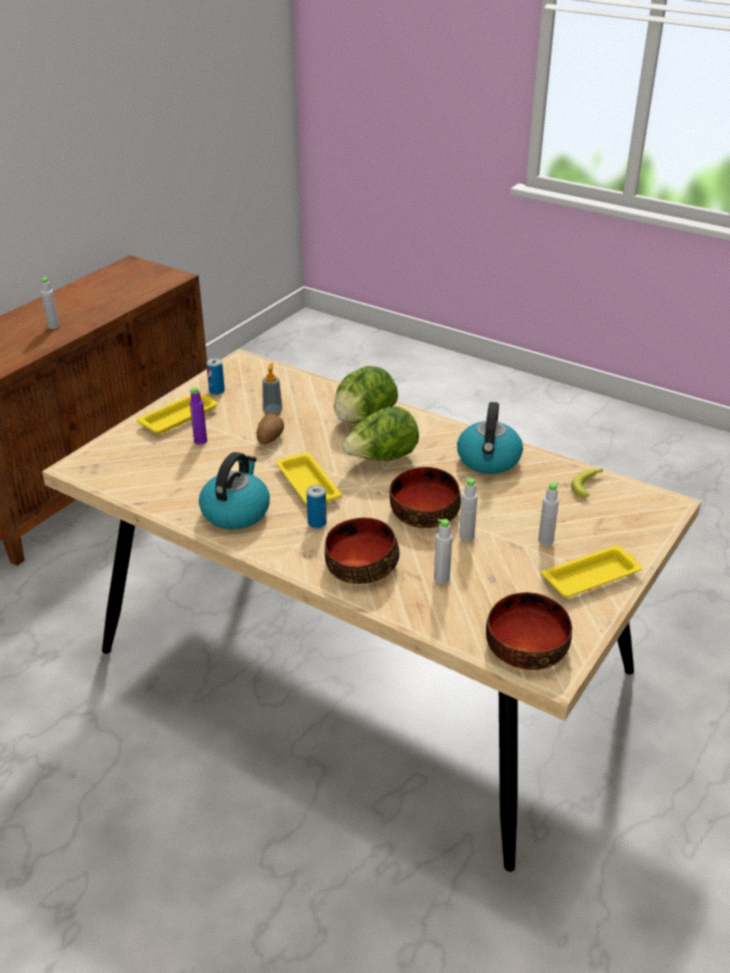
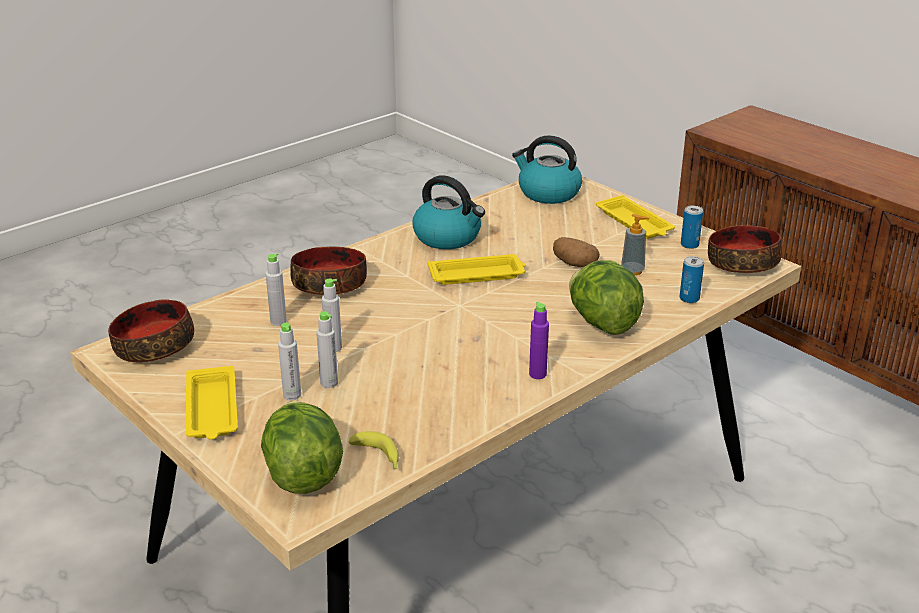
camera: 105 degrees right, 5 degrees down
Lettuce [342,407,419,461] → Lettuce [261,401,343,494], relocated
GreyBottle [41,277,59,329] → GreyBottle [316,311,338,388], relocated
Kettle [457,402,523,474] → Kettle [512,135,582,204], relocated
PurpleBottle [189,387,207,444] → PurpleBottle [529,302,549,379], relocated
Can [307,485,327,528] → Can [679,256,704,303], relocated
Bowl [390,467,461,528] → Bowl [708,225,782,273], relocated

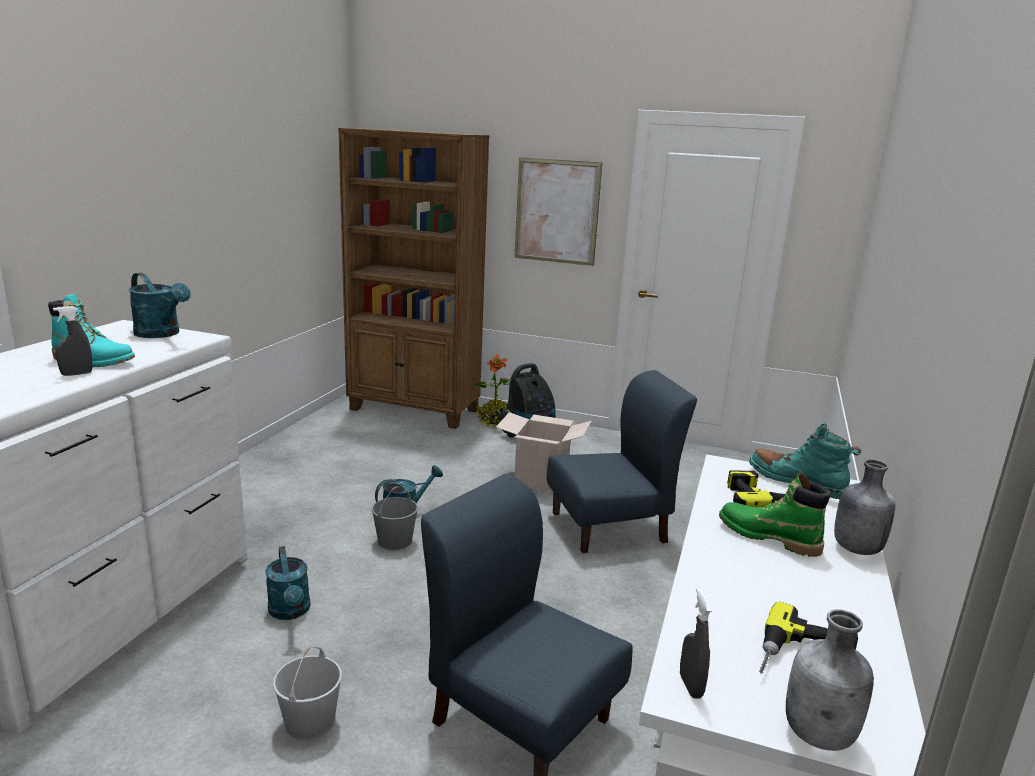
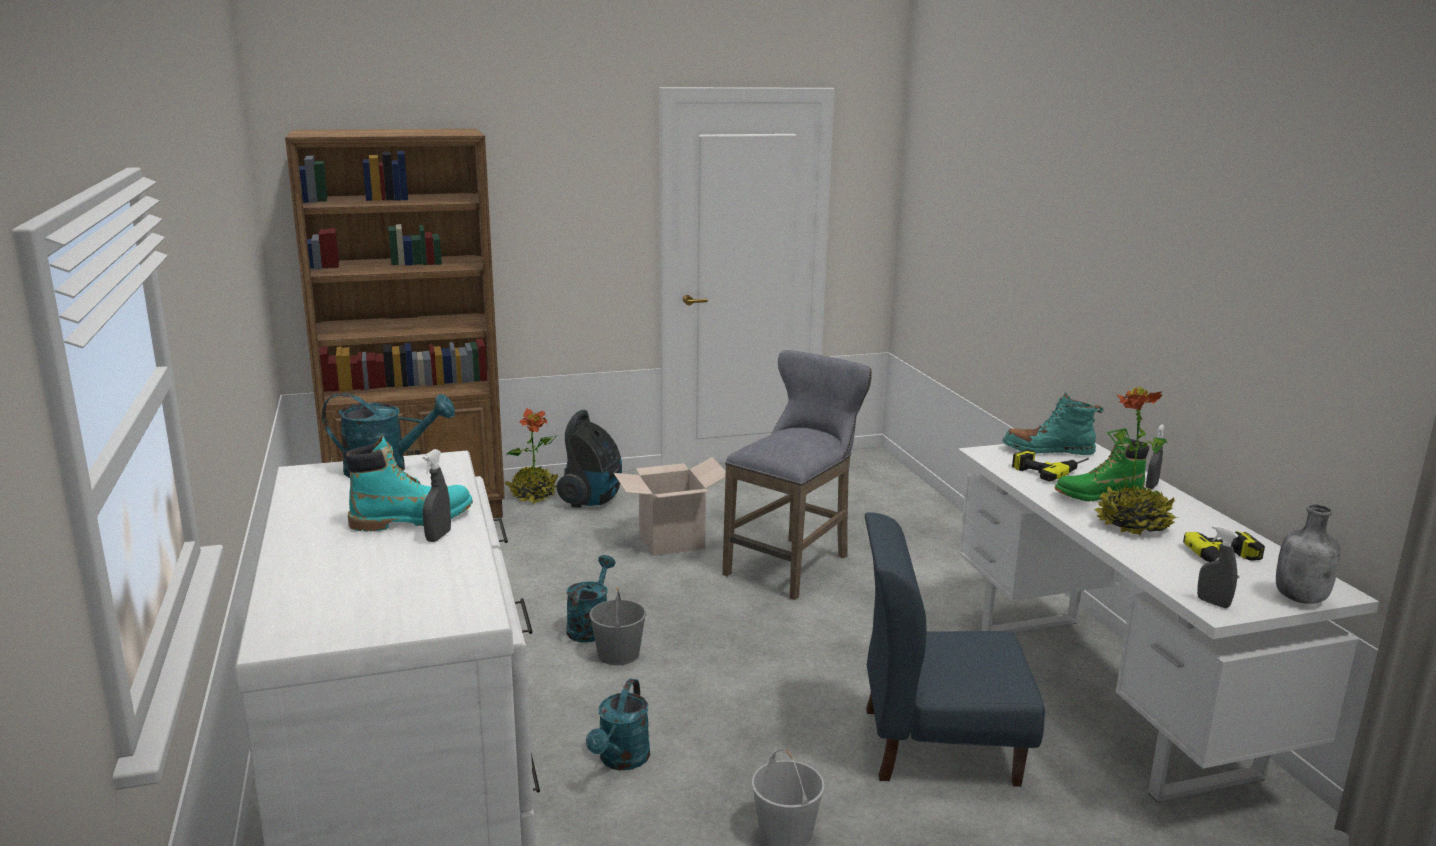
camera: 35 degrees left, 0 degrees up
TurquoiseWateringCan [265,546,311,620] → TurquoiseWateringCan [586,678,650,770], 75 degrees clockwise
BlueChair [547,370,697,553] → GreyStool [722,350,872,600]
- → PottedPlant [1094,386,1178,536]
GreyBottle [834,459,895,555] → GreySprayBottle [1146,425,1165,489]
Picture [514,157,602,266] → -

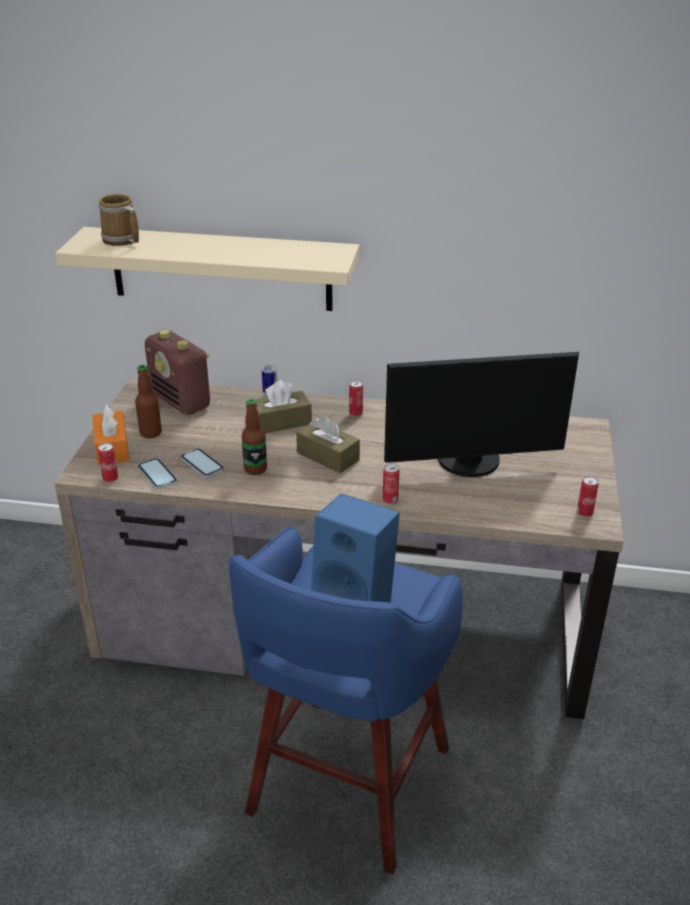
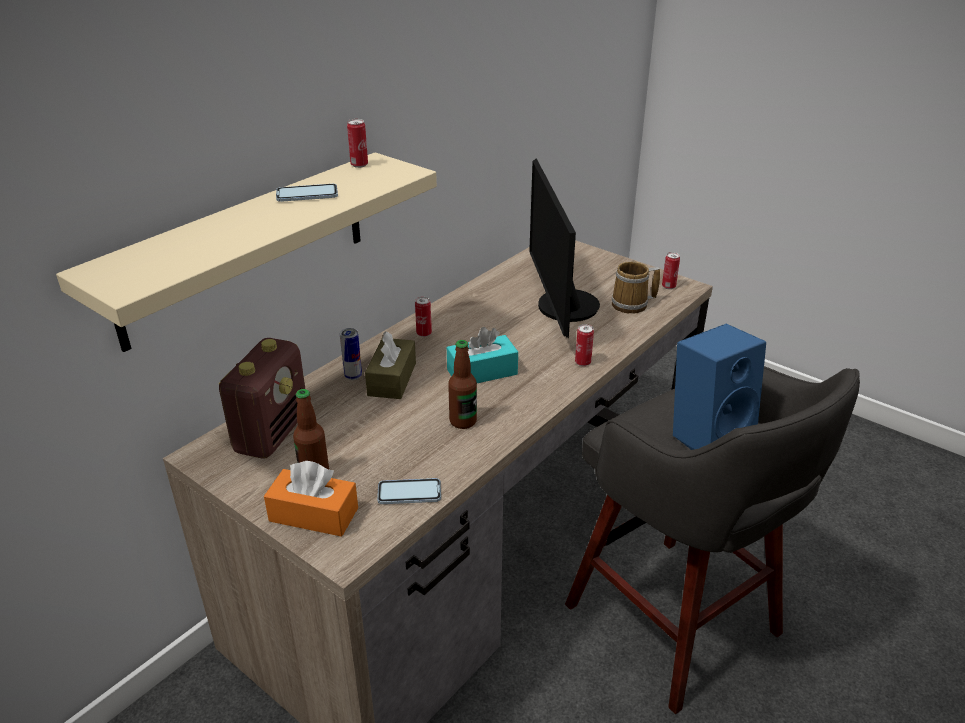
camera: 60 degrees left, 0 degrees up
Radio [145,330,210,415] → Radio [219,338,305,459], 60 degrees counterclockwise
Phone [180,448,224,478] → Phone [276,184,338,202], relocated
Can [98,443,118,483] → Can [347,119,368,168], relocated
BrownTissueBox [296,415,360,473] → TurquoiseTissueBox [447,327,518,383]
Monitor [384,352,579,477] → Monitor [529,158,600,338], 150 degrees clockwise
BlueStool [229,527,463,874] → GreyStool [565,366,860,714]
Mug [99,194,139,246] → Mug [612,261,660,314], relocated

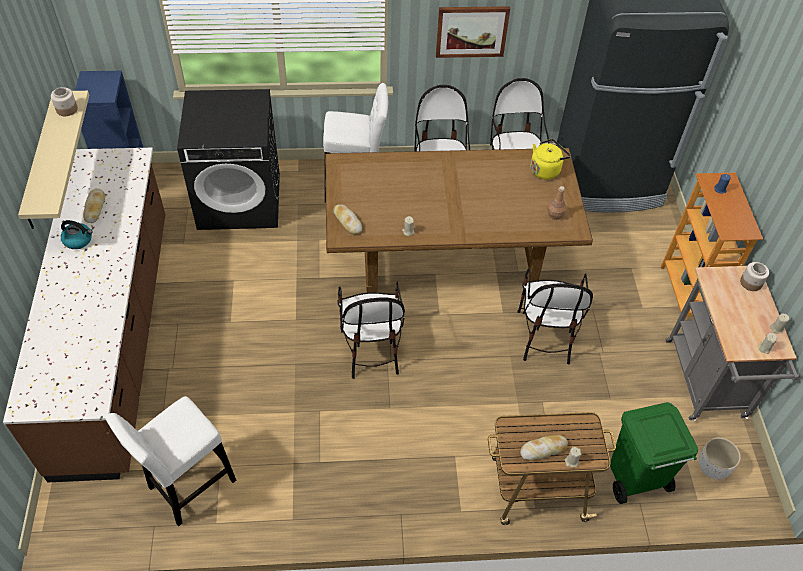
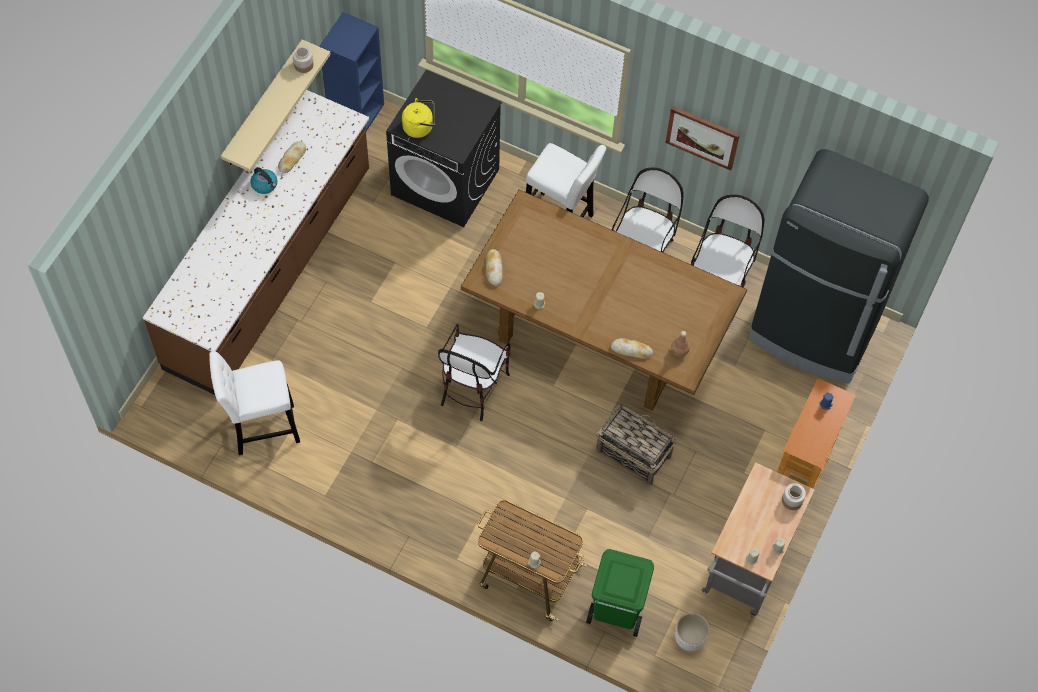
camera: 30 degrees right, 10 degrees up
YellowKettle [530,139,571,180] → YellowKettle [402,98,435,138], relocated
Chair [517,269,593,364] → Basket [596,403,677,485]
Bread [520,435,568,460] → Bread [611,338,653,359], relocated

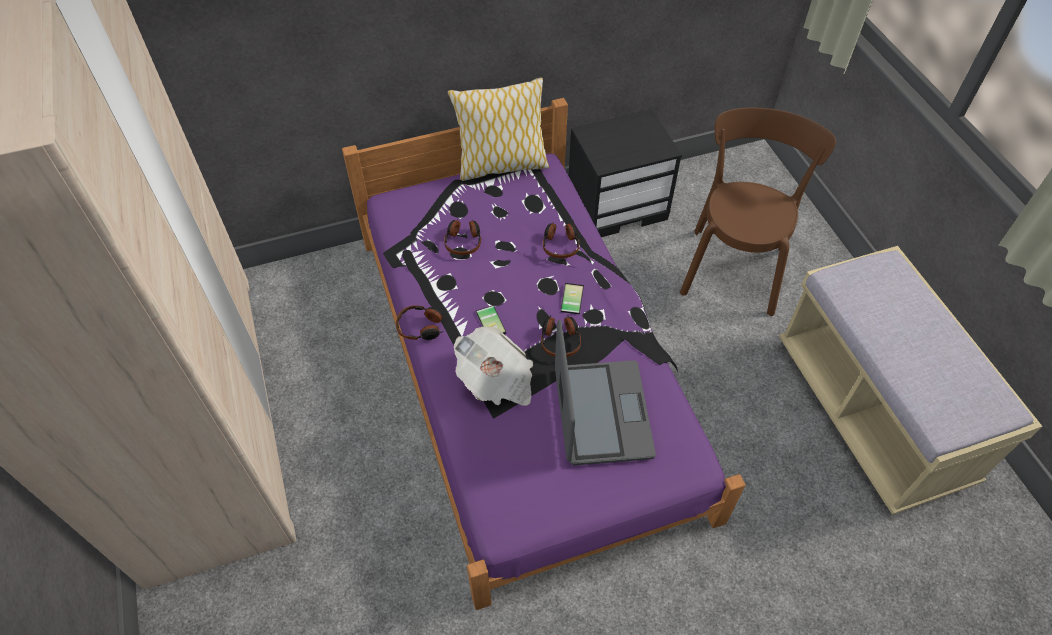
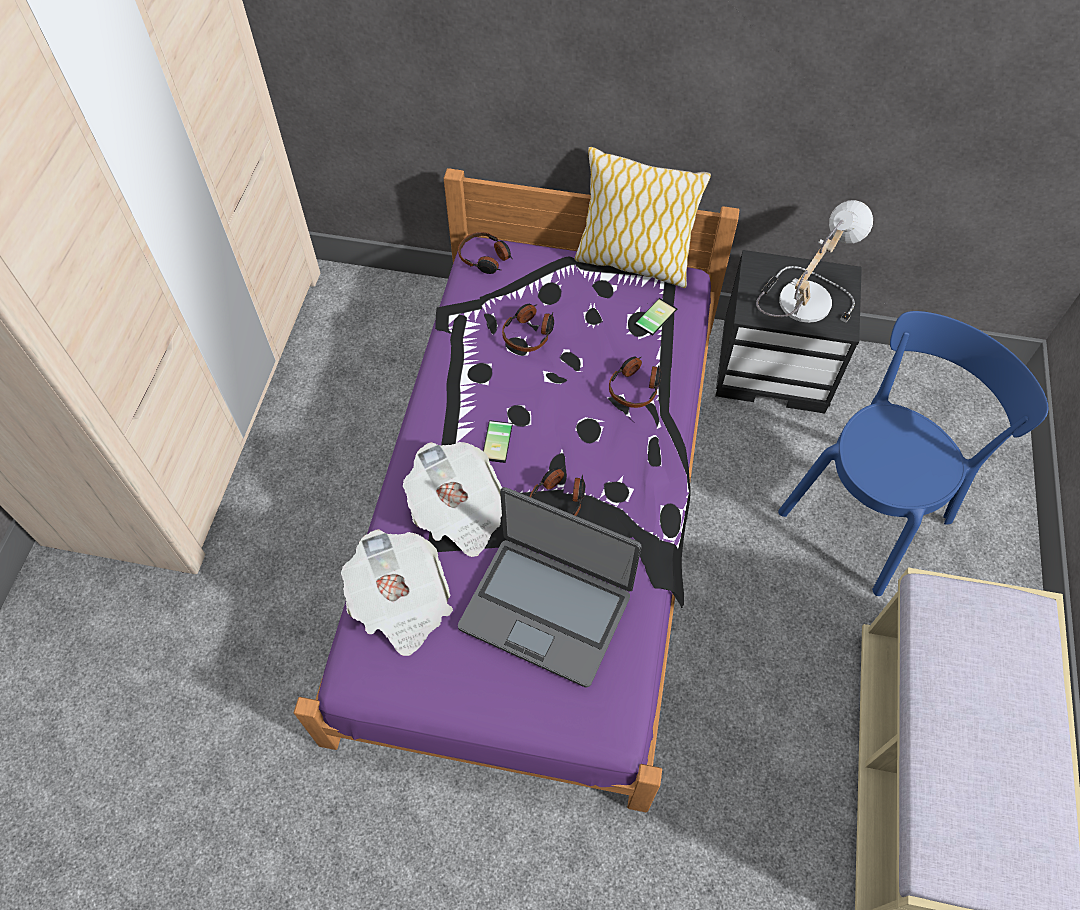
camera: 30 degrees right, 5 degrees up
- → Newspaper [341,529,453,656]
Headphones [396,305,447,340] → Headphones [458,232,512,274], relocated
Laptop [555,320,656,465] → Laptop [458,487,641,688], 90 degrees clockwise
Phone [561,283,584,314] → Phone [635,298,678,336], relocated
- → TableLamp [756,200,873,323]
BrownChair [680,108,836,316] → BlueChair [778,311,1048,596]

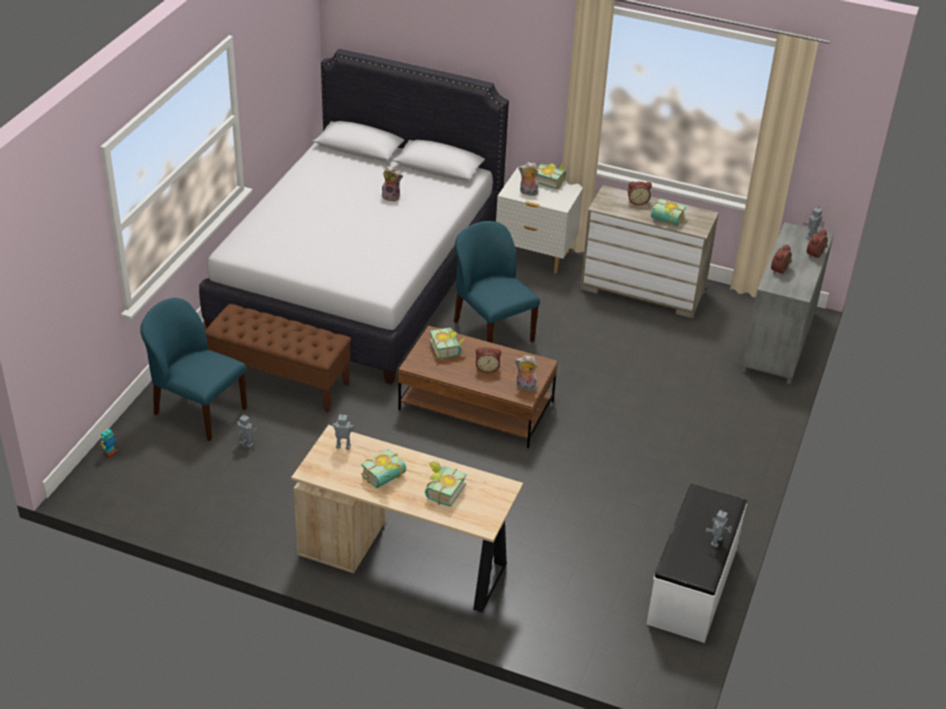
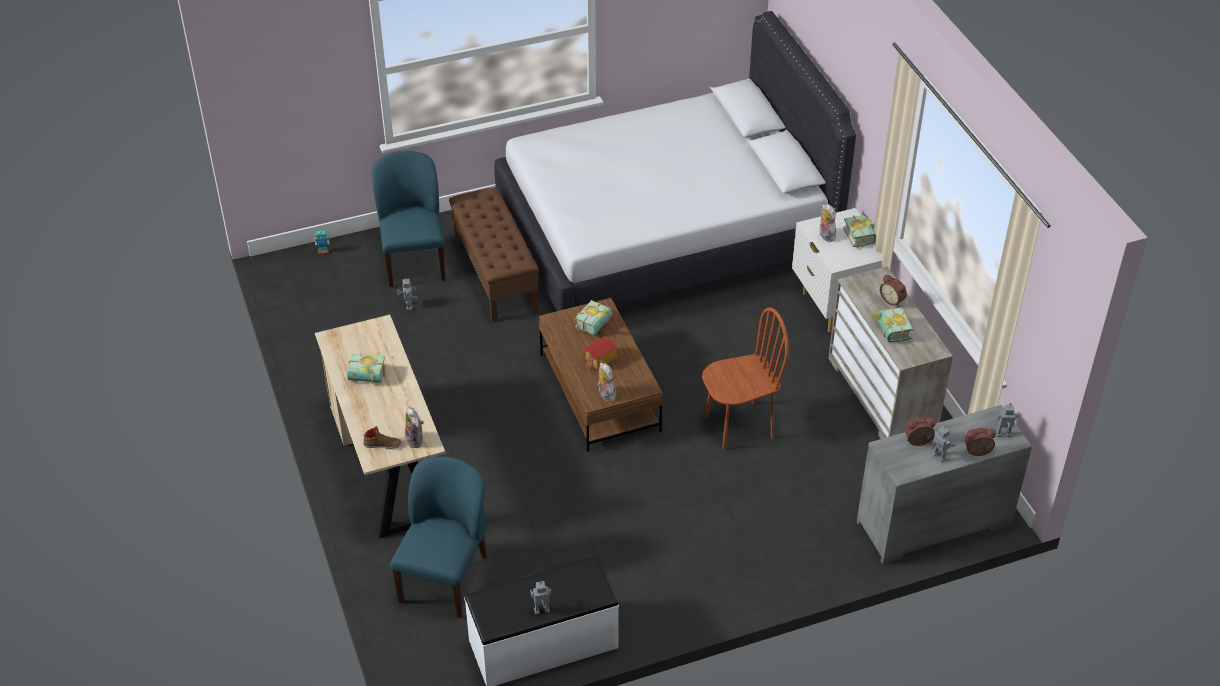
camera: 50 degrees right, 5 degrees up
- → BrownShoe [364,426,401,449]
BlueChair [454,221,540,343] → BlueChair [390,456,487,618], relocated
PlushToy [382,166,403,202] → PlushToy [405,407,424,448], relocated
AlarmClock [476,347,501,373] → ToyHouse [583,336,618,370]
- → BrownChair [702,307,789,450]
ToyRobot [333,413,354,450] → ToyRobot [932,426,956,463], relocated
Book [425,462,466,507] → -

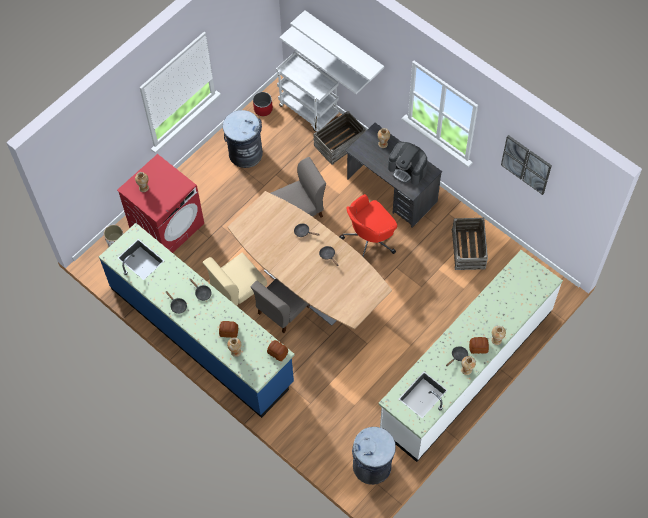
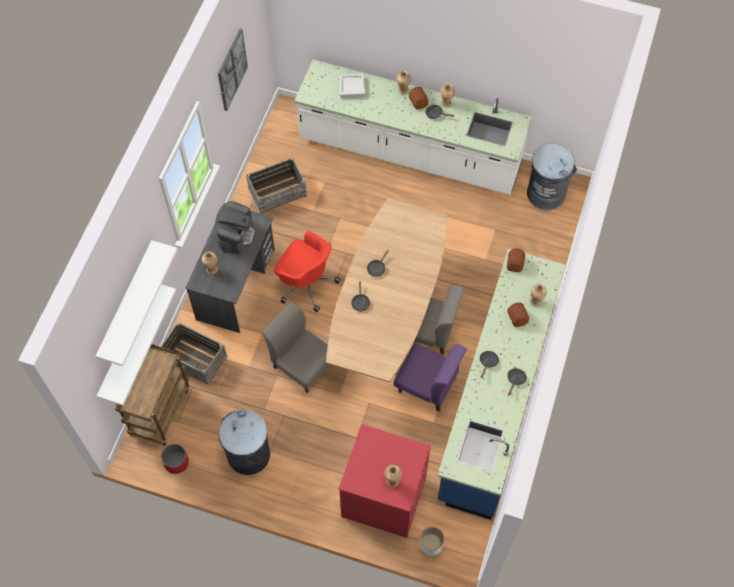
camera: 115 degrees left, 0 degrees up
WhiteCart [276,51,339,132] → BrownCart [115,344,189,446]
- → GreyTray [339,74,365,98]
BeigeChair [203,253,267,306] → PurpleChair [394,343,467,411]

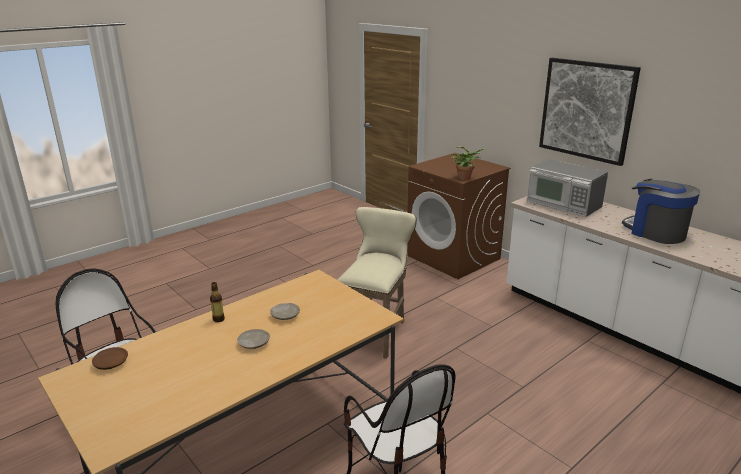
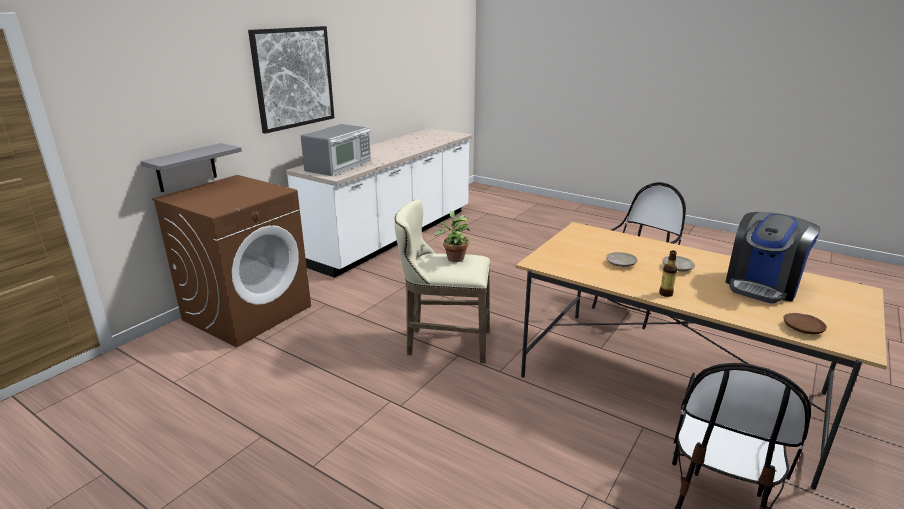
camera: 105 degrees left, 0 degrees up
- → GreyShelf [141,143,242,192]
PottedPlant [451,146,486,180] → PottedPlant [434,211,470,262], relocated
CoffeeMachine [622,179,700,244] → CoffeeMachine [726,212,821,304], relocated

